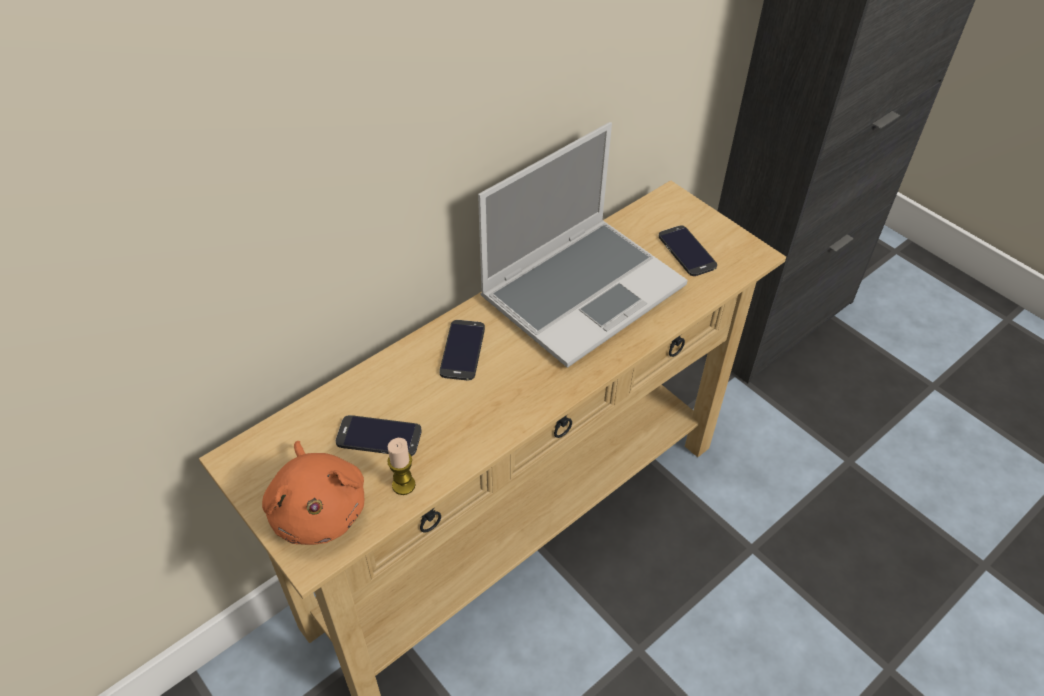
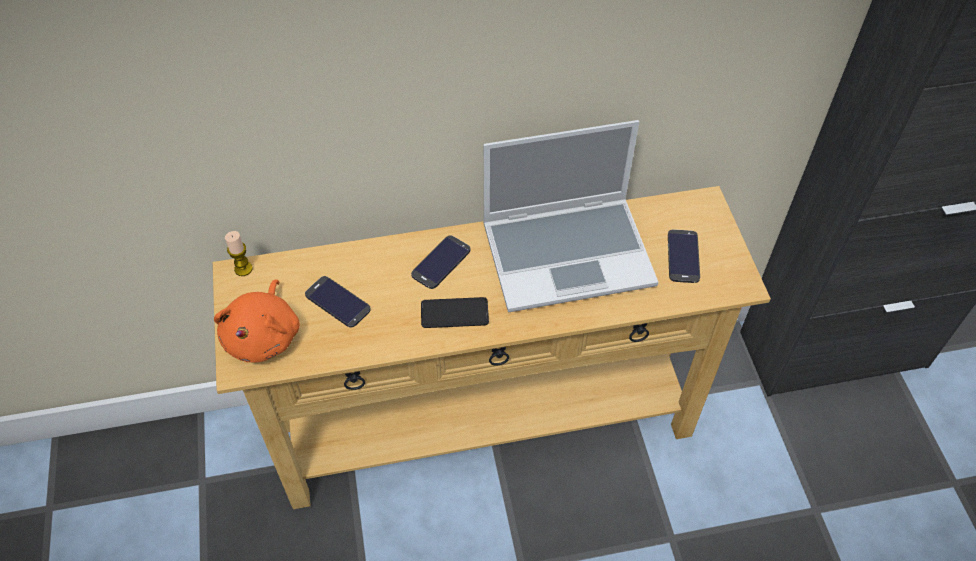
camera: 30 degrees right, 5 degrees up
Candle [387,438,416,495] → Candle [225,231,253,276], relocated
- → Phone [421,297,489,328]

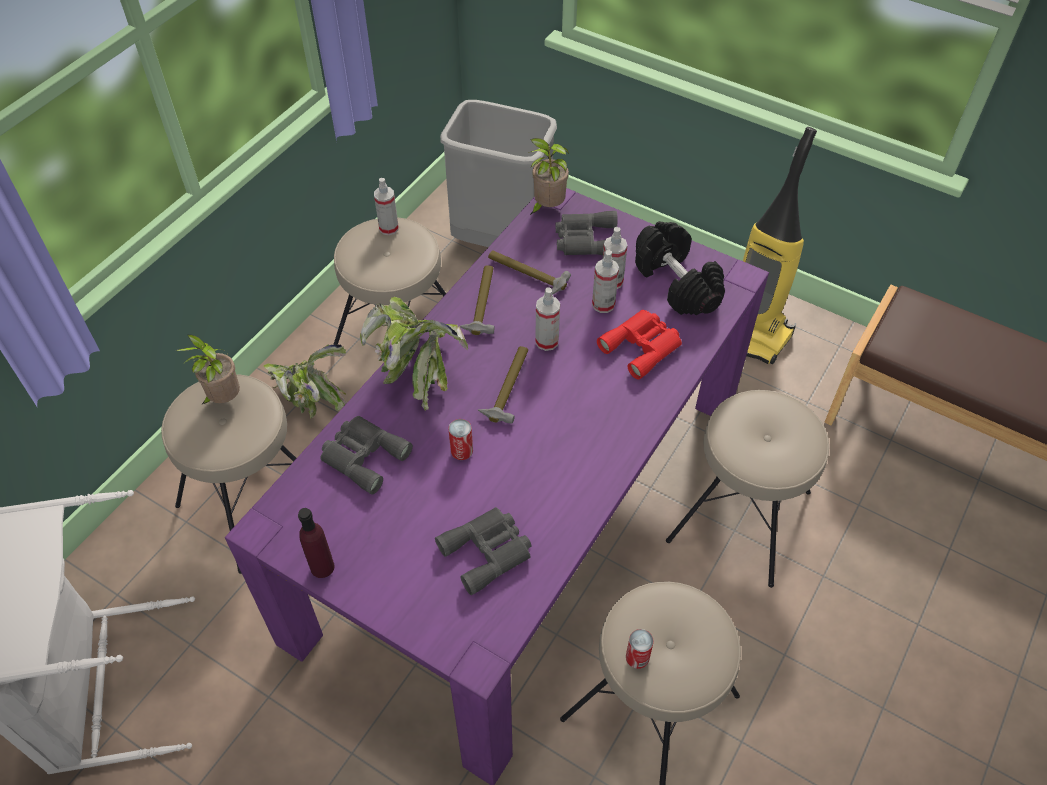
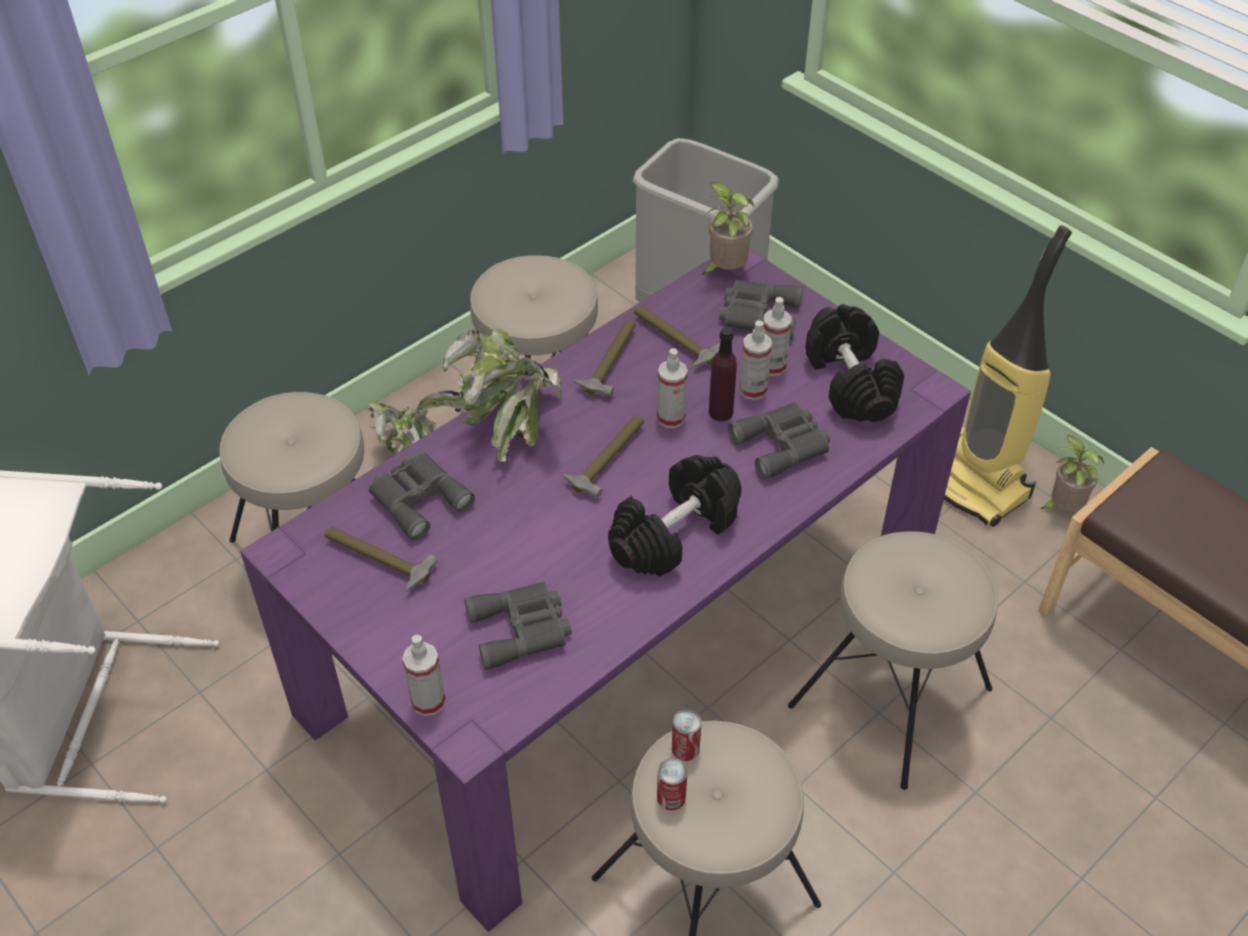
camera: 15 degrees right, 5 degrees down
- → Hammer [325,526,437,591]
SprayBottle [374,178,399,235] → SprayBottle [402,635,446,716], relocated
- → BlackDumbbell [608,455,742,577]
Can [448,419,473,460] → Can [672,710,702,761], relocated
PurpleBottle [298,508,335,578] → PurpleBottle [709,327,737,421], relocated
RedBinoculars [597,310,682,380] → GreyBinoculars [728,402,830,480]
PottedPlant [176,335,240,405] → PottedPlant [1040,435,1104,511], relocated

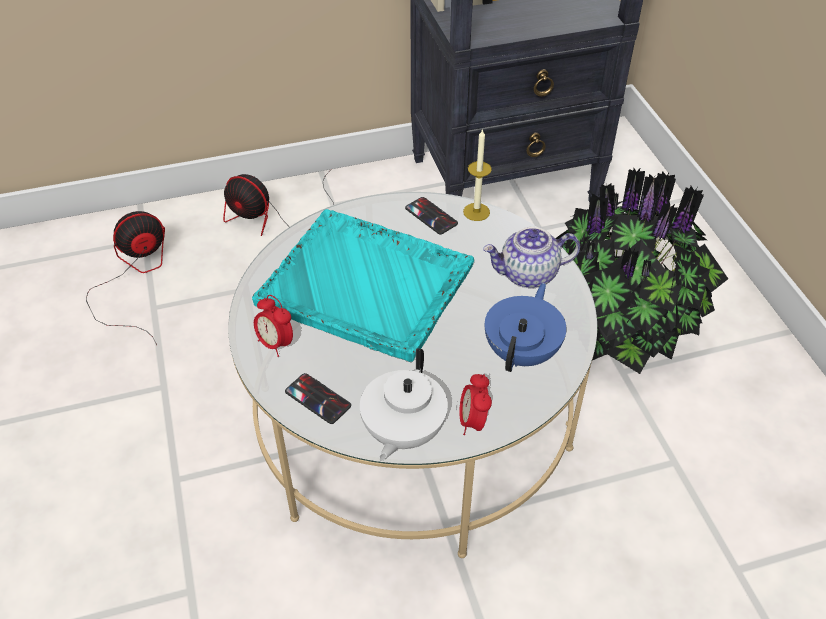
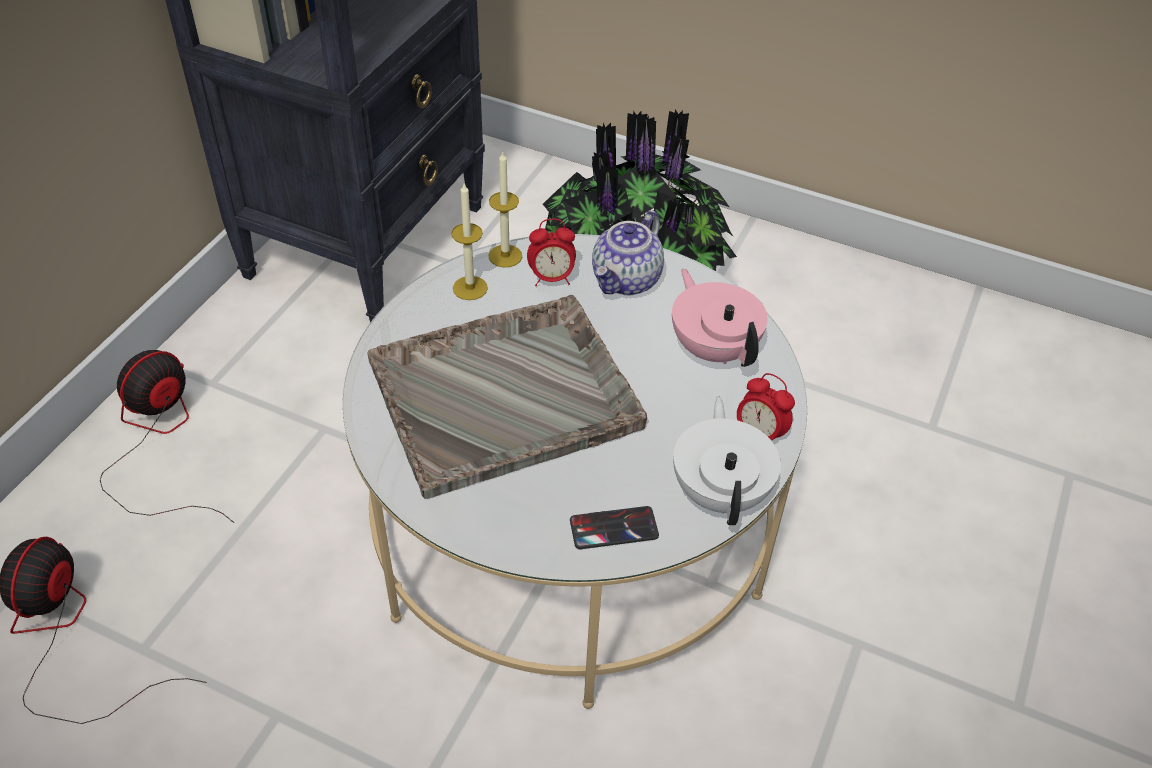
camera: 50 degrees left, 0 degrees up
Fan [223,170,334,236] → Fan [100,350,234,523], 150 degrees clockwise
TurquoiseTray [252,209,474,362] → GreyTray [368,295,647,499]
Phone [405,197,458,235] → Candle [451,183,488,300]
AlarmClock [254,295,293,357] → AlarmClock [527,219,576,286], relocated
BlueTeapot [485,283,567,372] → PinkTeapot [672,269,768,367]
WhiteTeapot [360,348,448,461] → WhiteTeapot [673,397,781,525], 150 degrees counterclockwise

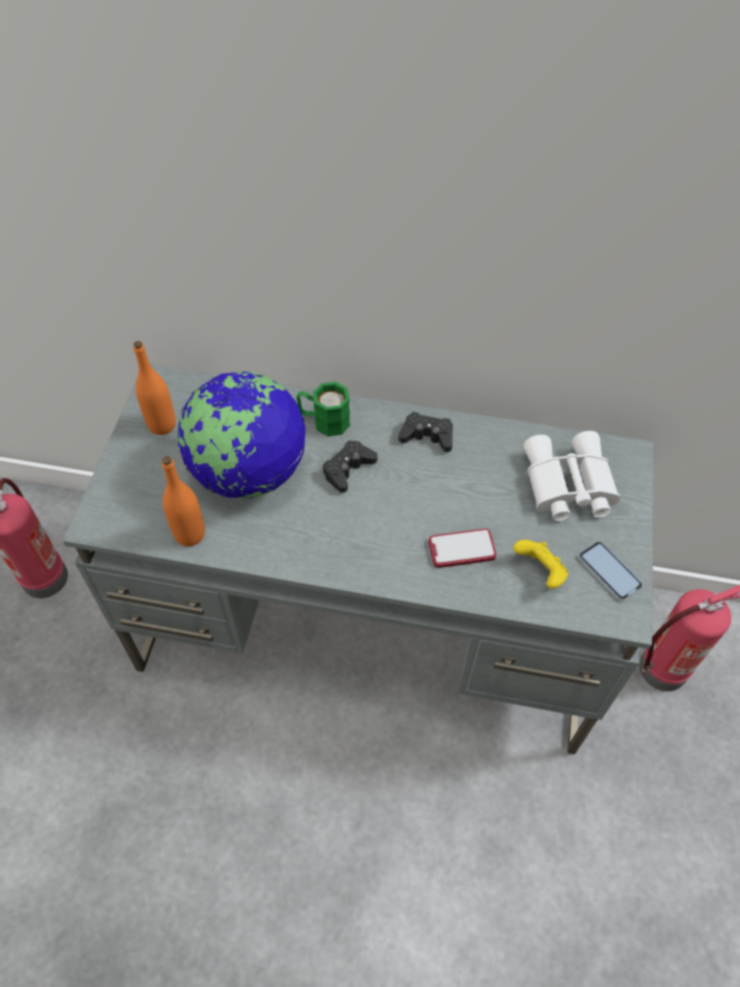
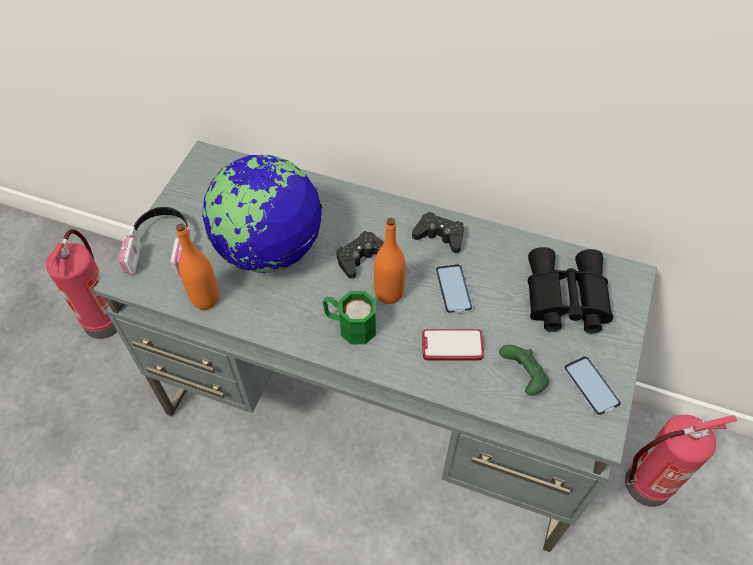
camera: 10 degrees right, 0 degrees up
- → Headphones [119,207,191,276]
GreenMug [296,382,350,437] → GreenMug [323,291,376,345], relocated
OrangeBottle [133,341,176,435] → OrangeBottle [374,218,406,304], relocated
- → Phone [435,264,473,315]
YellowGameController [513,540,568,589] → GreenGameController [499,345,549,396]
WhiteBinoculars [523,431,620,521] → BlackBinoculars [528,247,613,333]

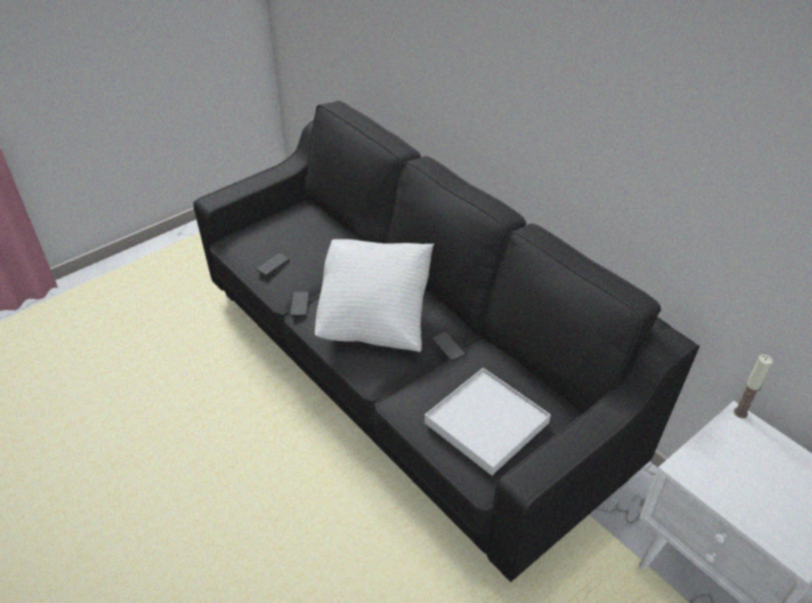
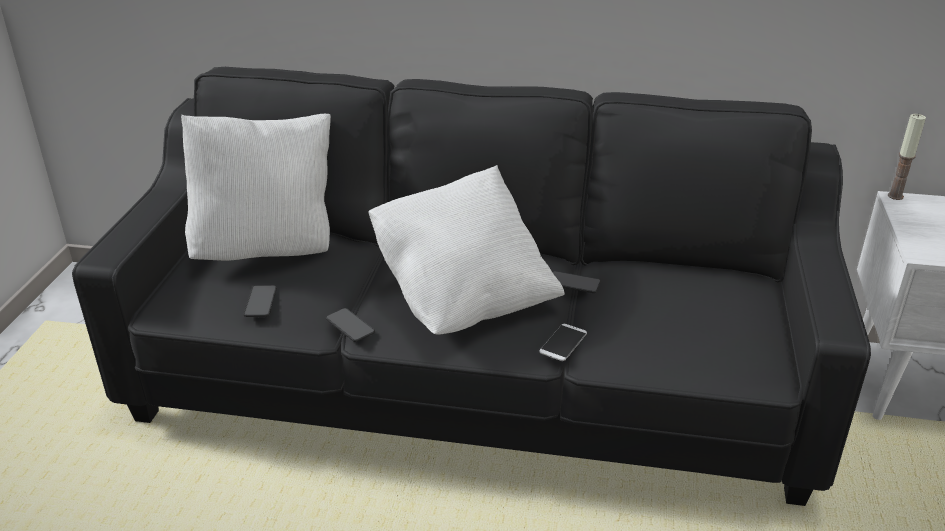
camera: 40 degrees left, 10 degrees down
- → WhitePillow [181,114,331,261]
- → Phone [539,324,587,361]
WhiteTray [425,368,551,476] → -

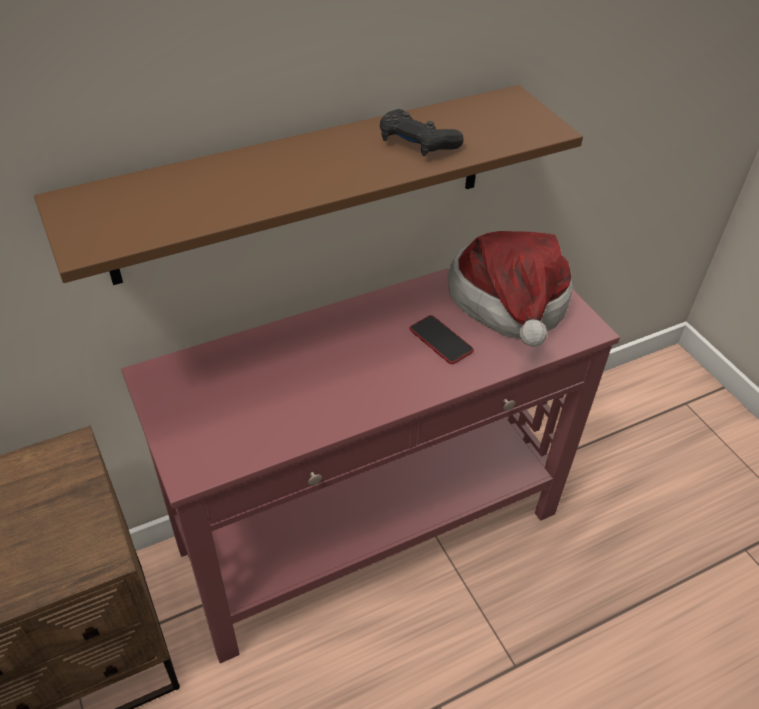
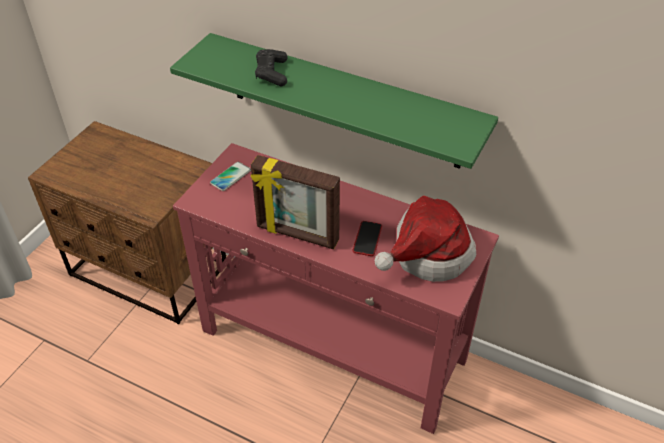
camera: 55 degrees right, 0 degrees up
BrownShelf [34,85,583,285] → GreenShelf [170,33,498,169]
- → Phone [210,162,251,191]
- → PictureFrame [251,155,340,249]
BlackGameController [380,109,463,156] → BlackGameController [255,49,288,86], relocated

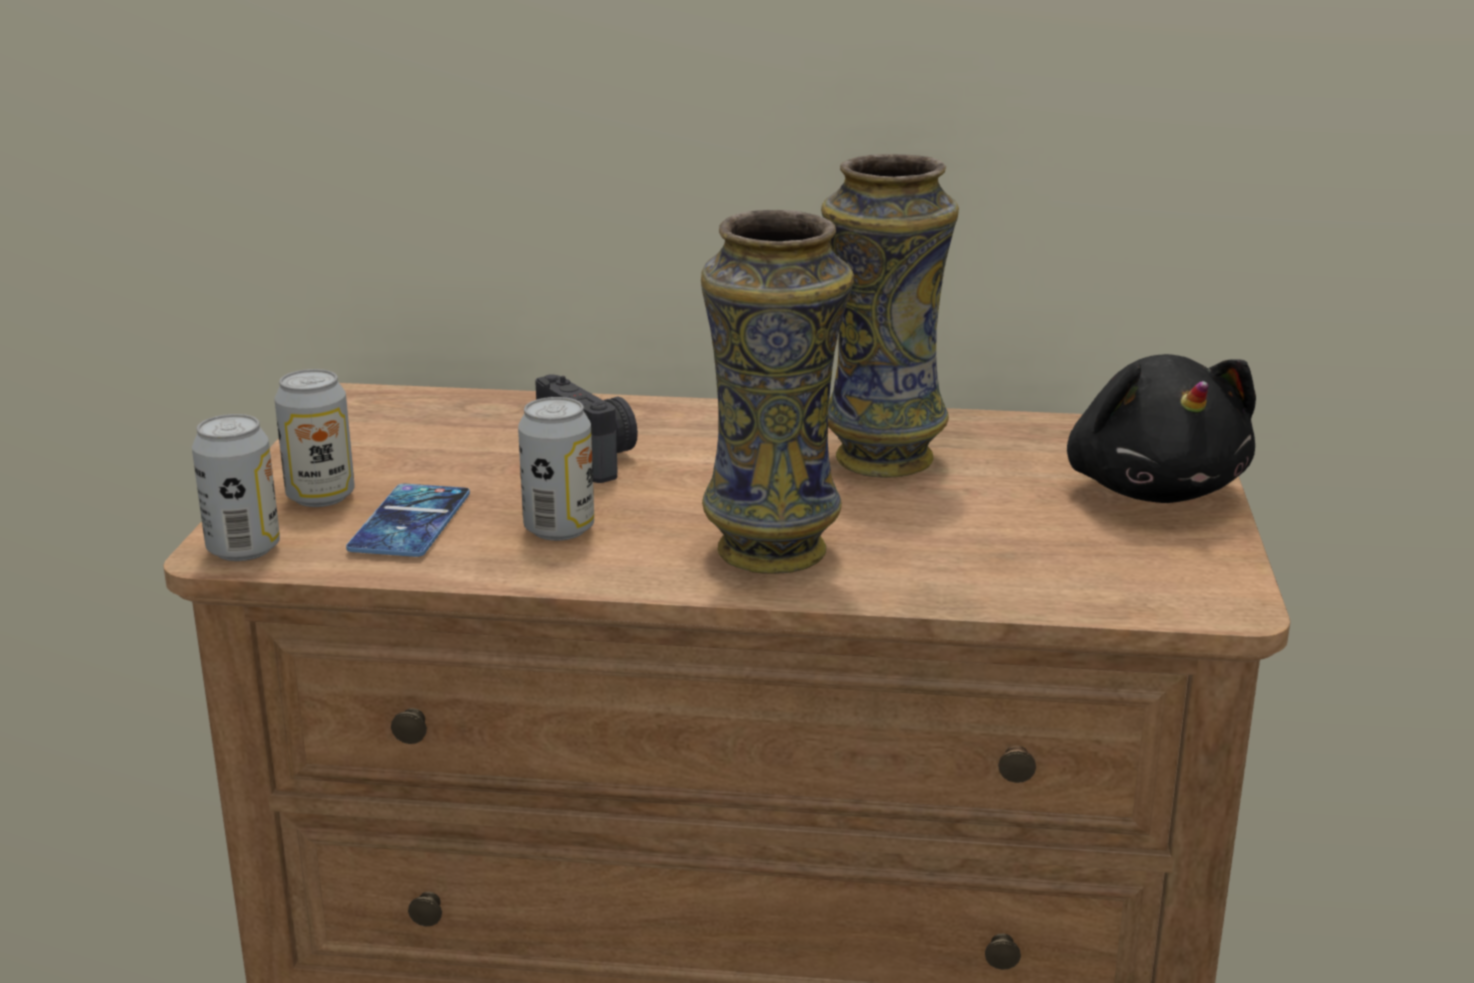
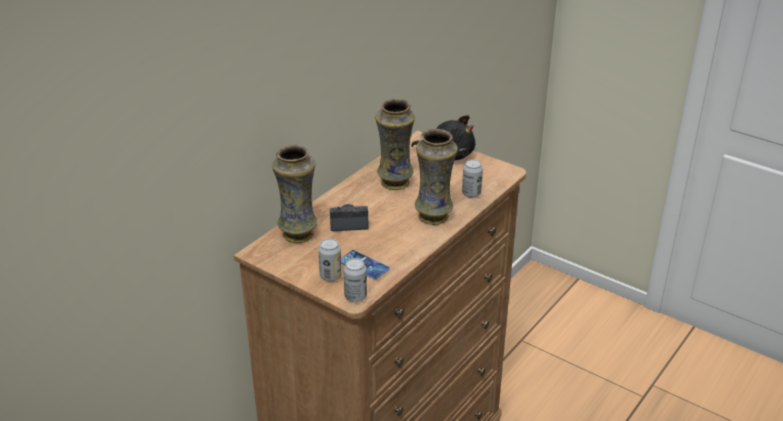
camera: 60 degrees left, 10 degrees up
- → Vase [272,145,317,243]
Can [518,397,594,541] → Can [462,159,483,198], relocated

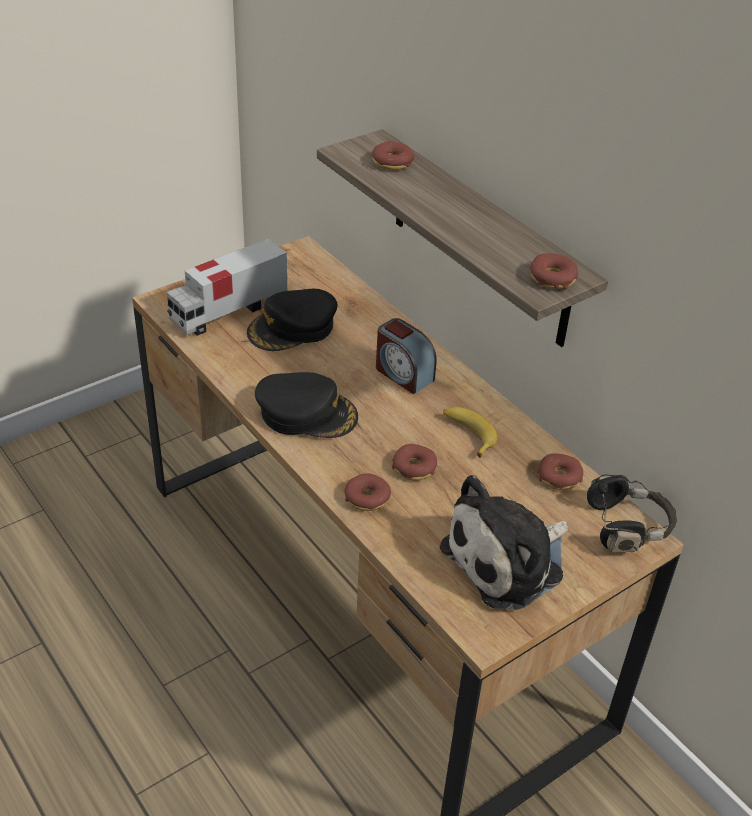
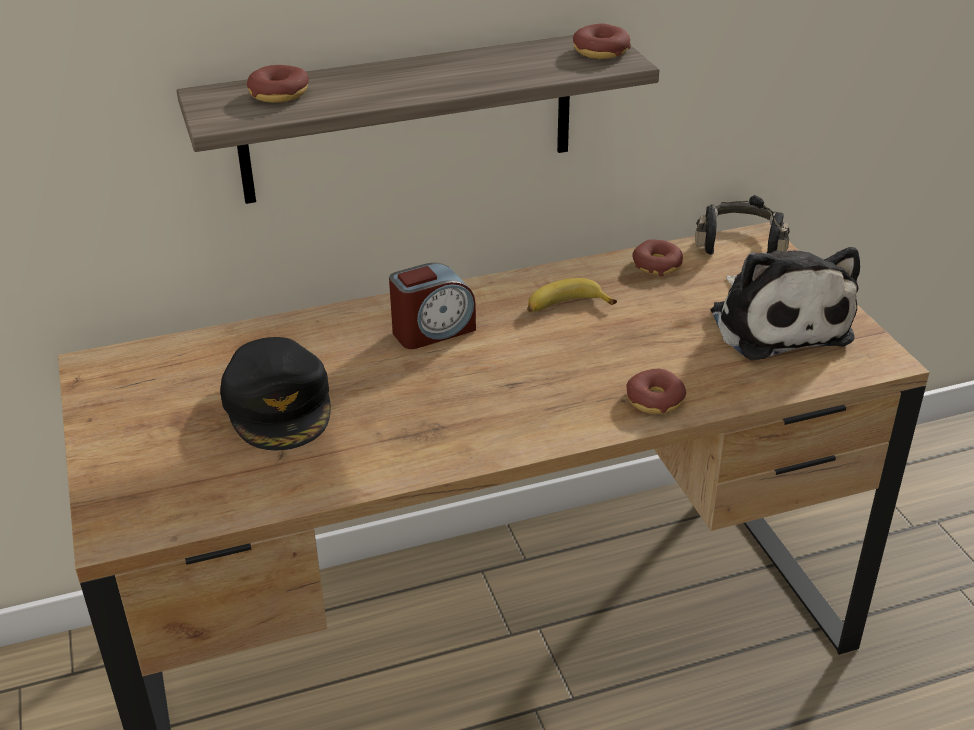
camera: 70 degrees left, 5 degrees down
ToyTruck [167,239,287,336] → -
BlackCap [255,372,358,438] → -
Donut [392,444,437,481] → -

